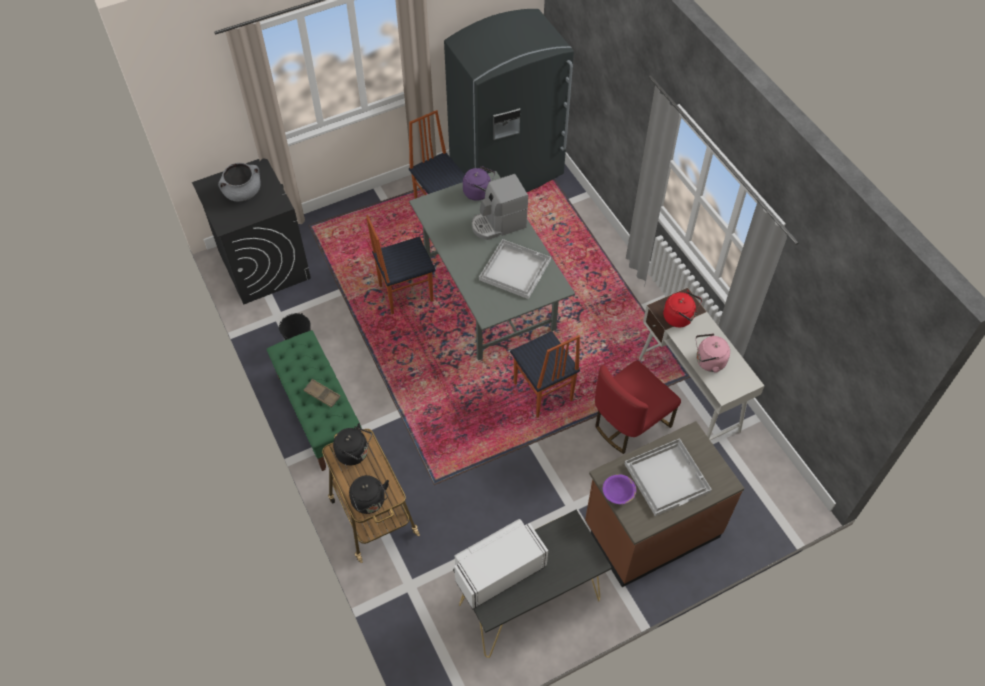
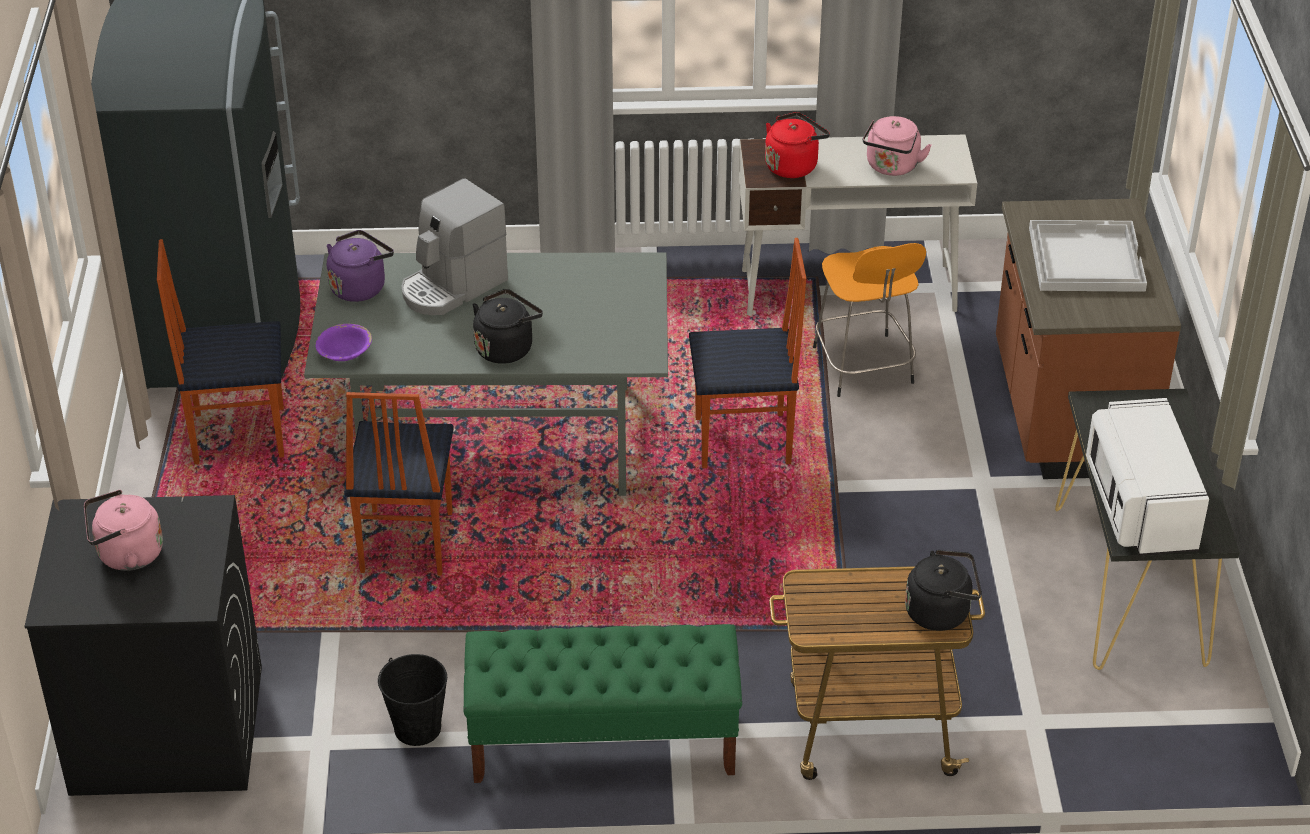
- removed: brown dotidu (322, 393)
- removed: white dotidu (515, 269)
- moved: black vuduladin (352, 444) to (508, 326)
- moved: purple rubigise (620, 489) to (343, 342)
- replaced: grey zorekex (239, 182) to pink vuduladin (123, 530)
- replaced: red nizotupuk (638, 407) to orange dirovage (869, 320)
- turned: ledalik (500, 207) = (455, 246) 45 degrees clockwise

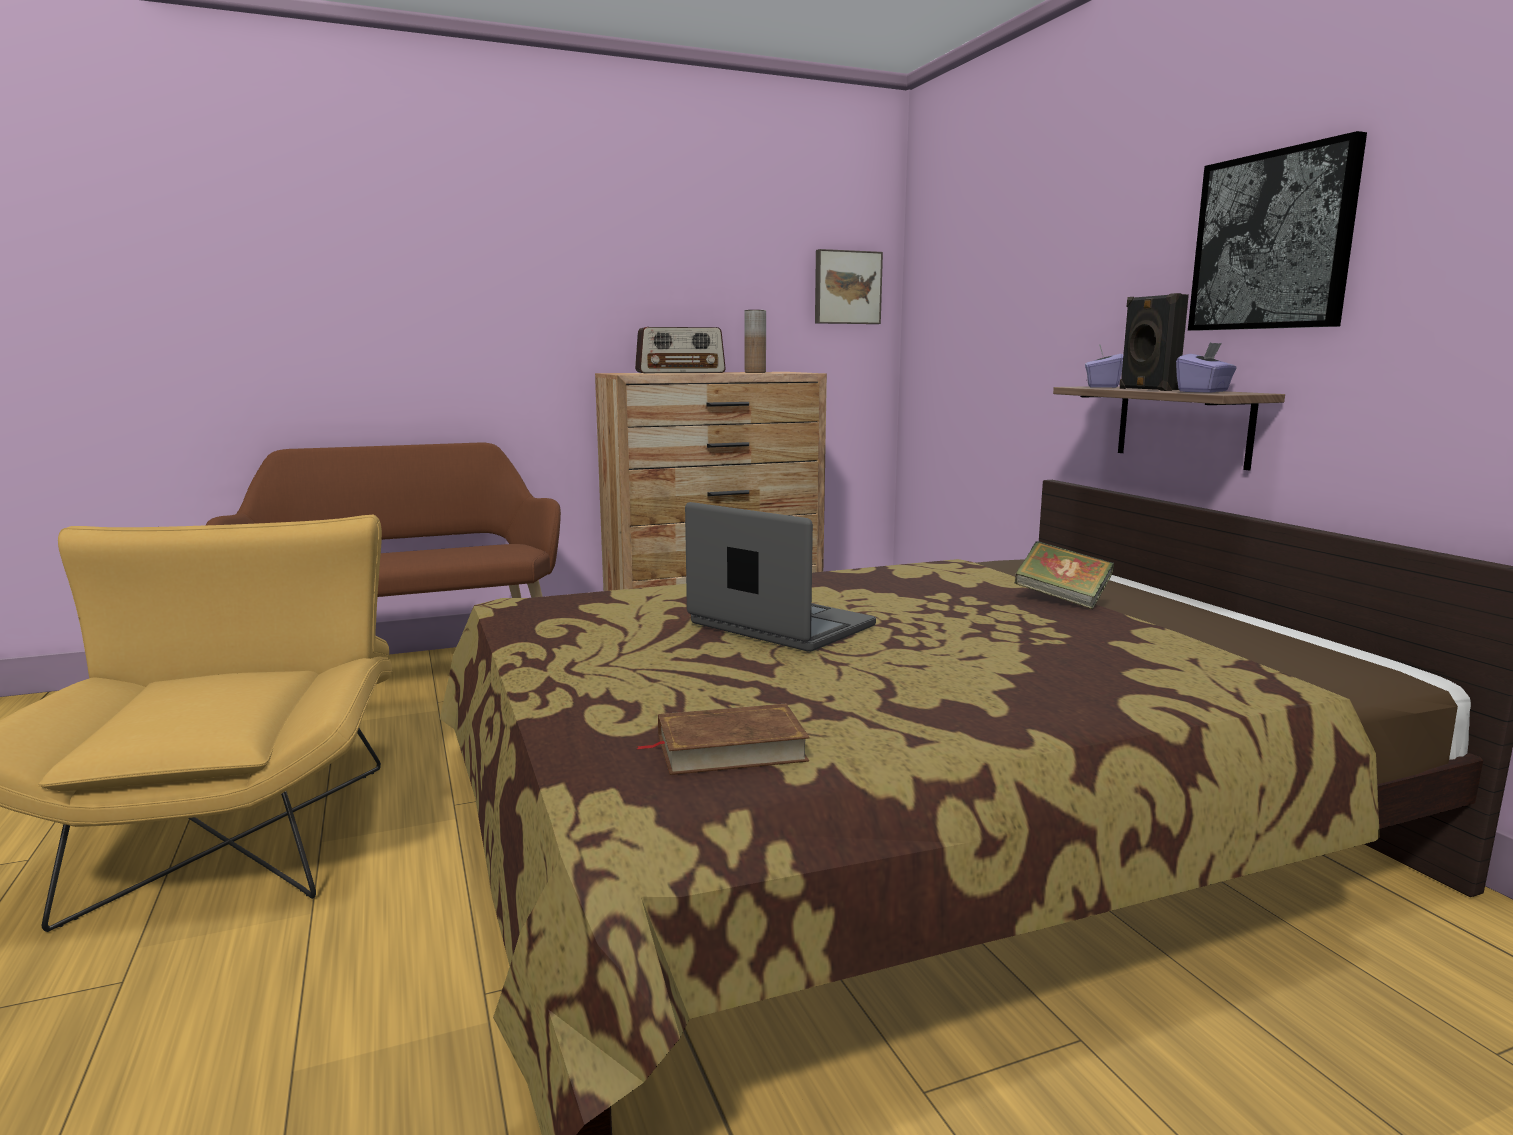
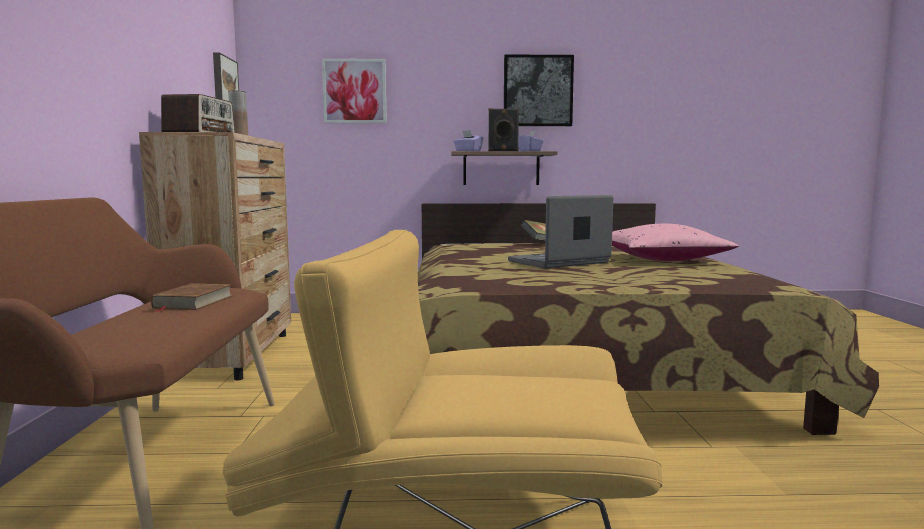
- added: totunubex (354, 91)
- added: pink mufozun (675, 242)
- moved: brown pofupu (723, 739) to (191, 297)

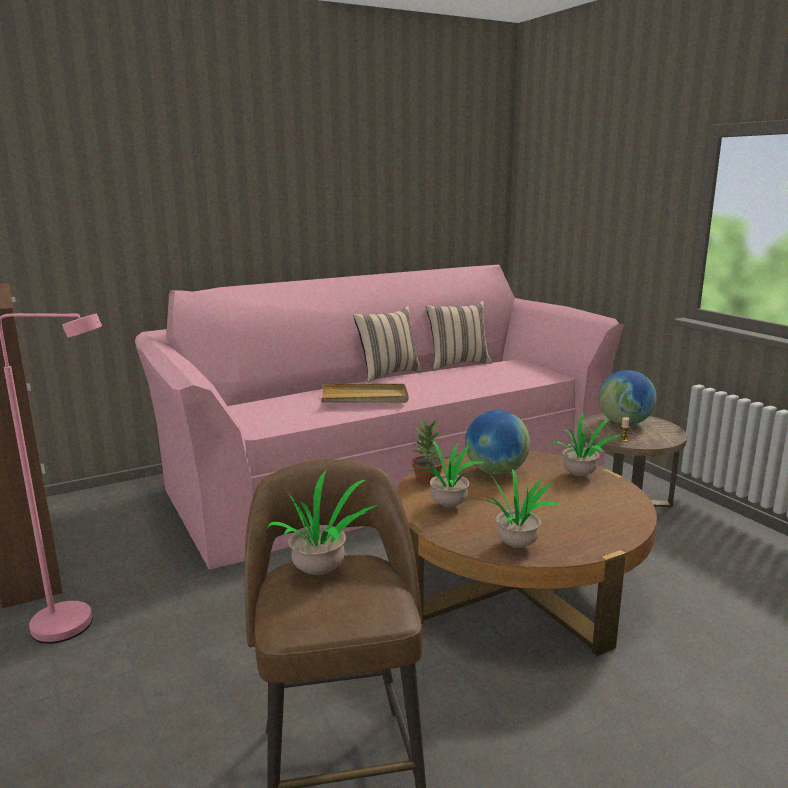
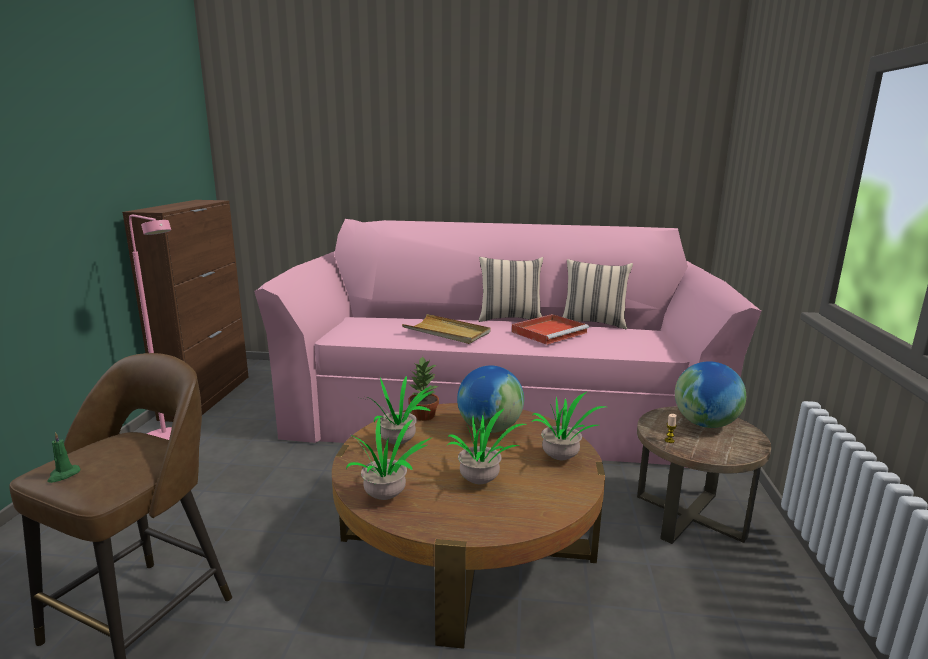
- added: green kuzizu (64, 457)
- added: red dotidu (550, 329)
- moved: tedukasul (322, 522) to (486, 446)

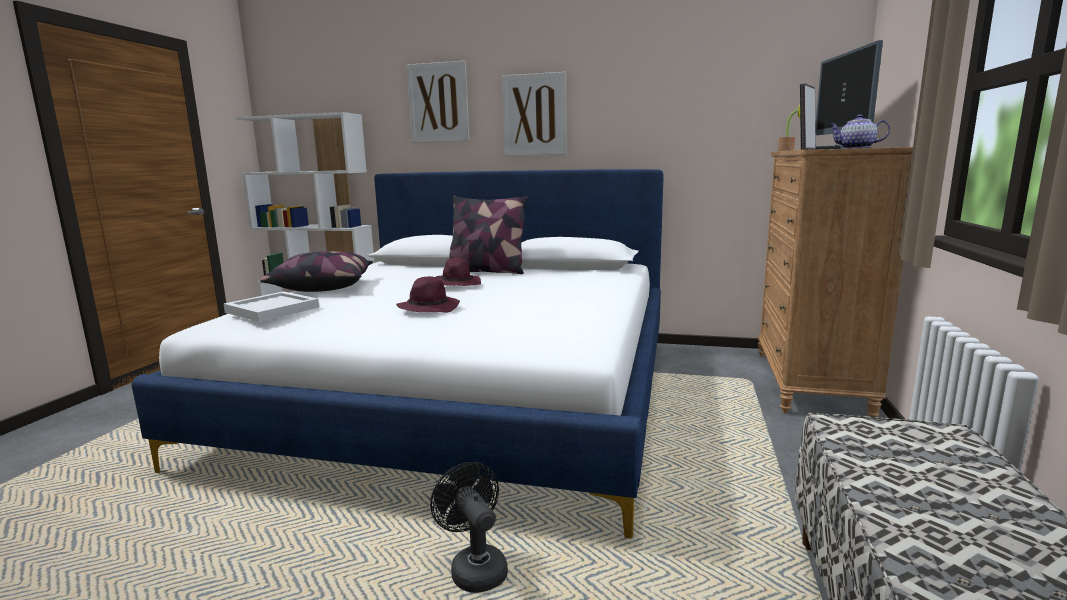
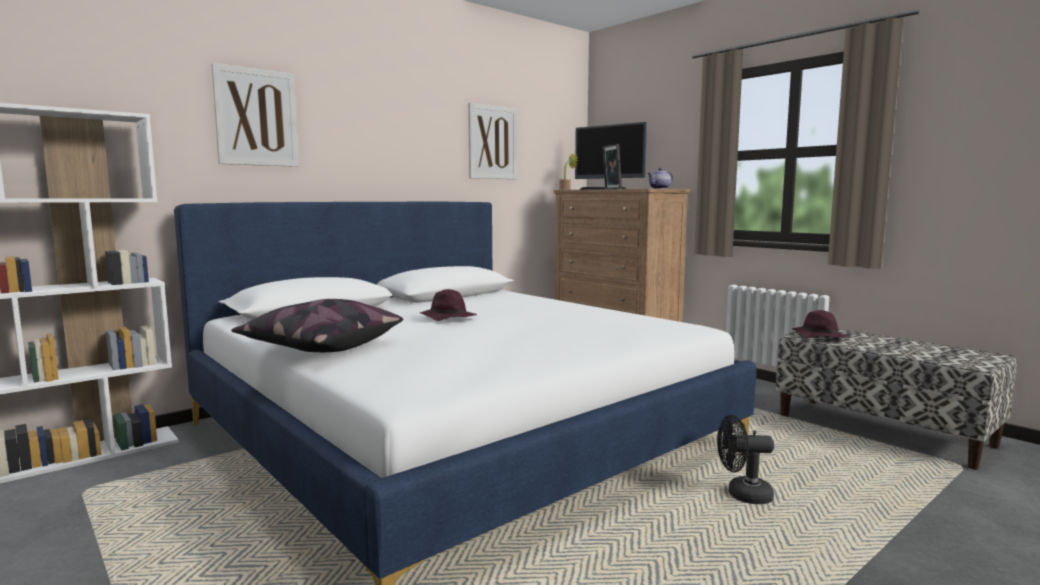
- removed: white dotidu (271, 306)
- removed: mufozun (488, 234)
- moved: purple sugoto (428, 294) to (820, 324)
- moved: totunubex (534, 114) to (492, 141)

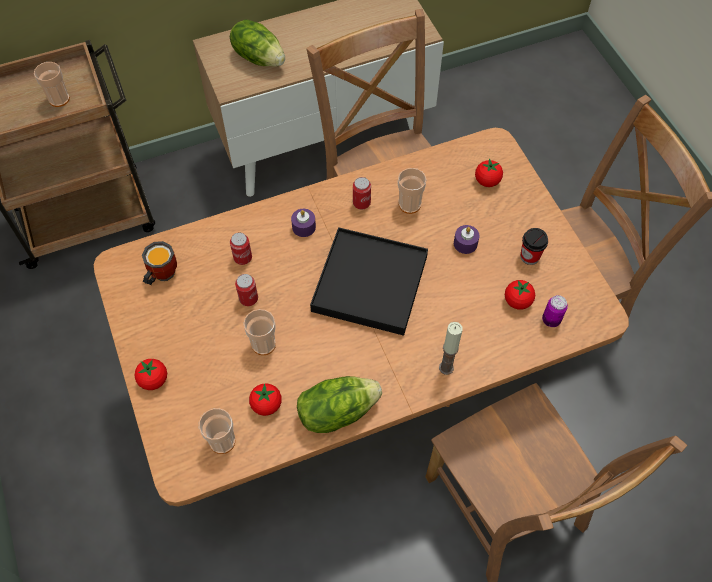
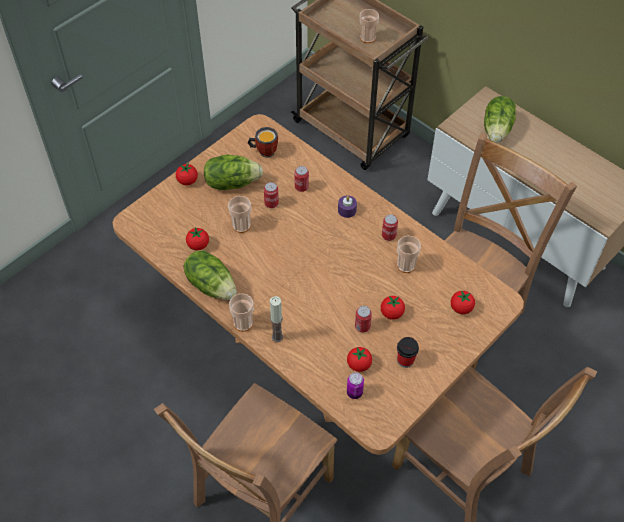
- removed: black dotidu (369, 281)
- added: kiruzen (233, 172)
- added: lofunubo (363, 319)
- moved: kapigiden (217, 431) to (241, 313)
- replaced: purple kuzizu (466, 239) to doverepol (393, 308)

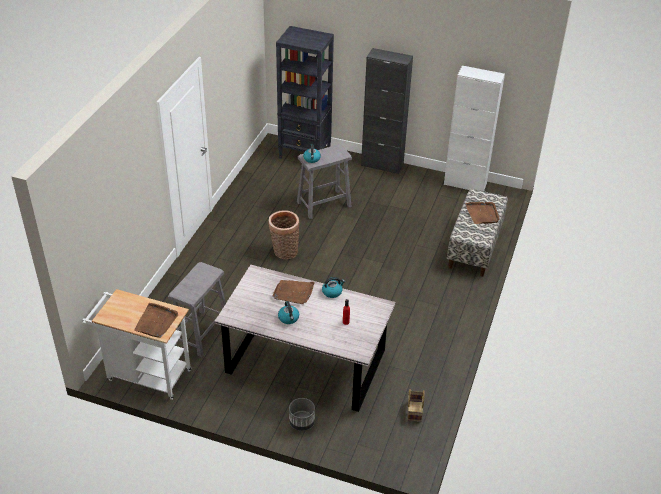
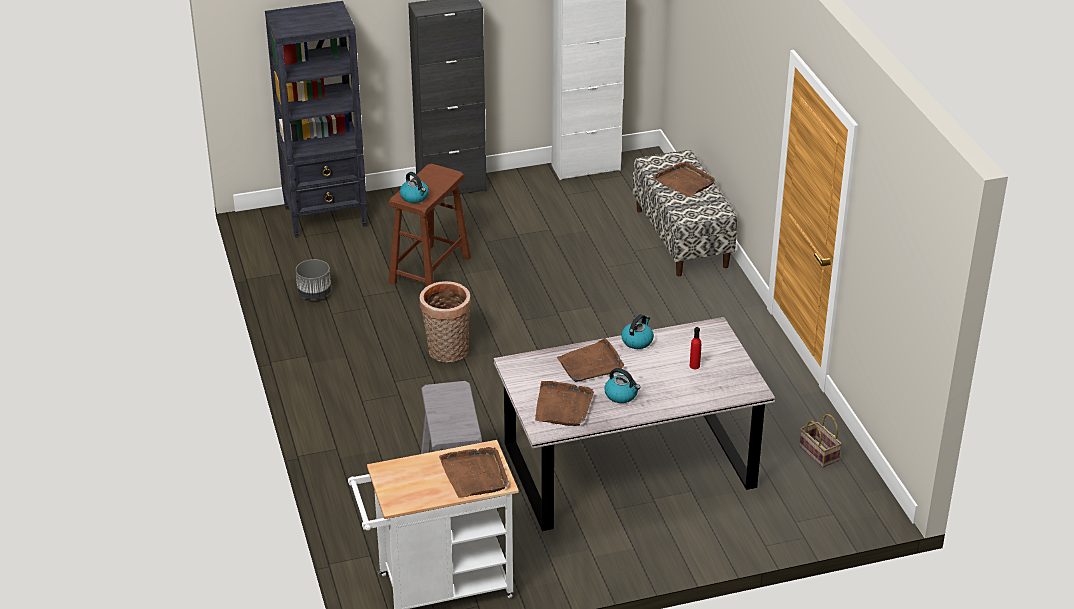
- added: brown dotidu (564, 403)
- moved: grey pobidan (302, 414) to (313, 279)
- recoloured: grey dirovage (324, 181) to brown dirovage (429, 225)

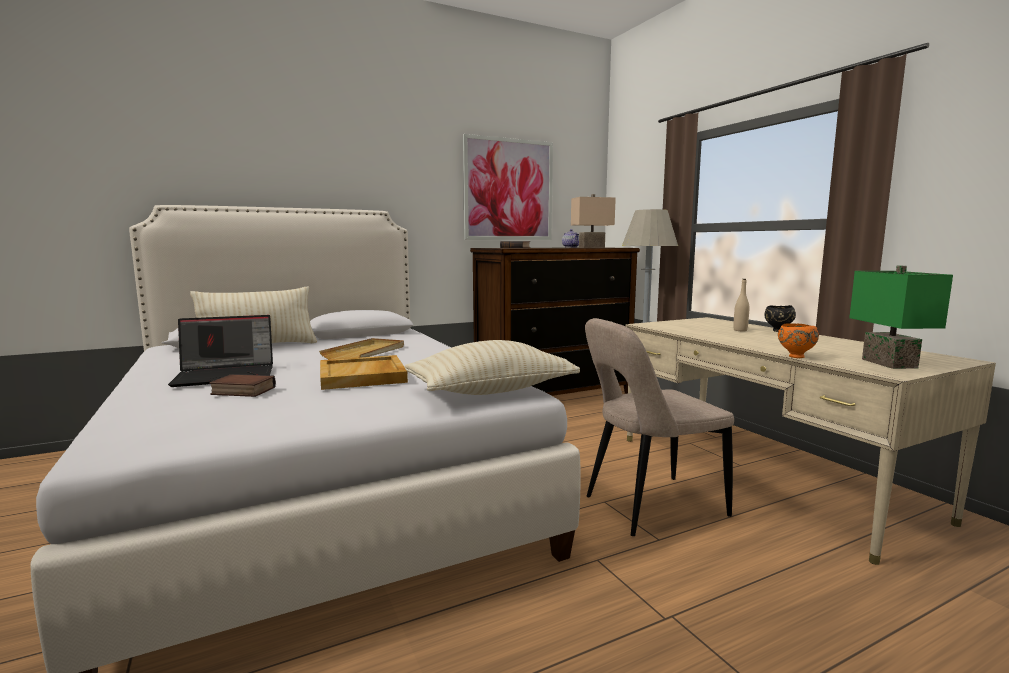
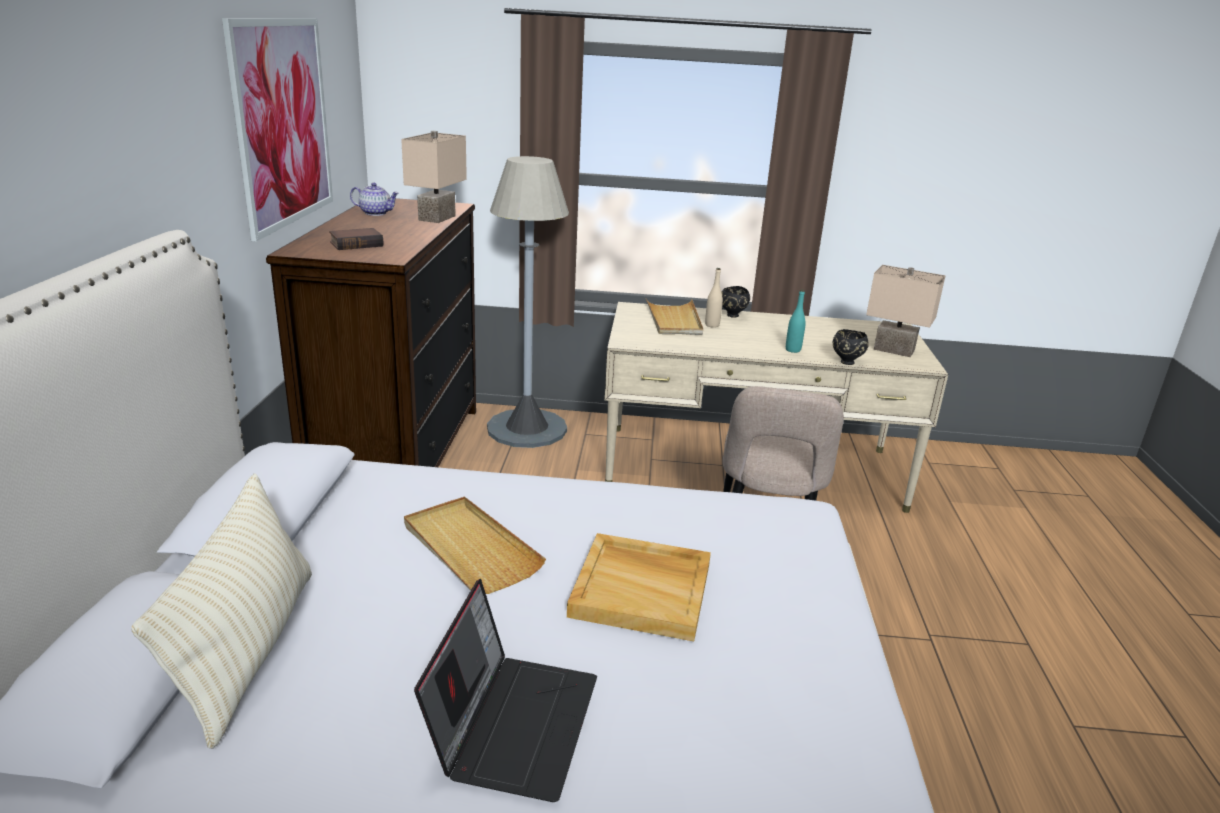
- removed: pofupu (242, 385)
- removed: beige mufozun (492, 367)
- added: beige dotidu (674, 317)
- added: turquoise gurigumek (796, 321)
- recoloured: orange rubigise (798, 341) to black rubigise (851, 347)
- recoloured: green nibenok (901, 317) to beige nibenok (906, 311)

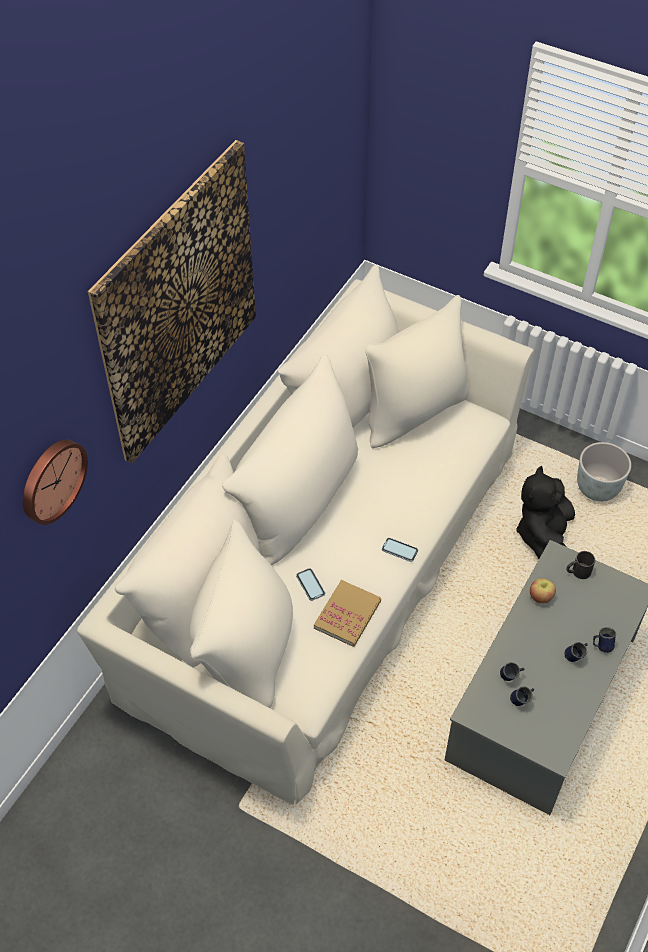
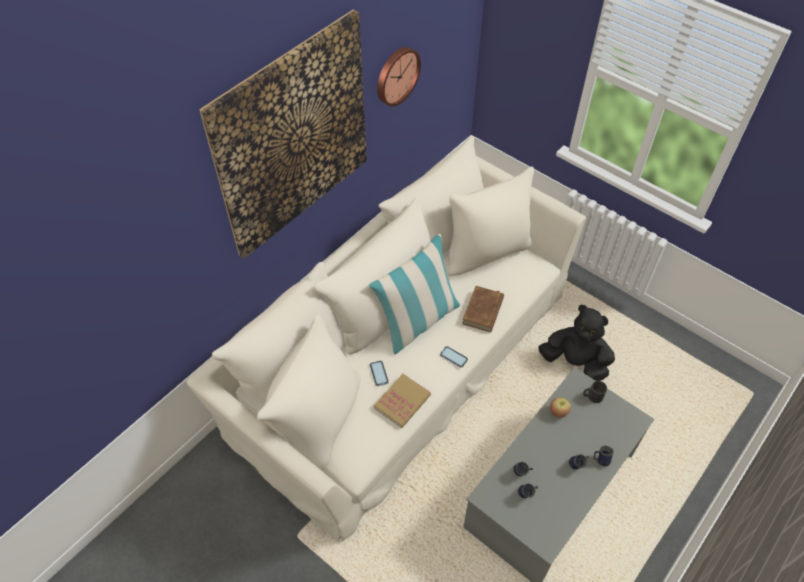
- removed: grey pobidan (604, 471)
- added: mufozun (414, 294)
- added: brown pofupu (483, 309)
- moved: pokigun (55, 482) to (399, 77)
- turned: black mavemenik (546, 512) = (576, 343) 90 degrees clockwise

